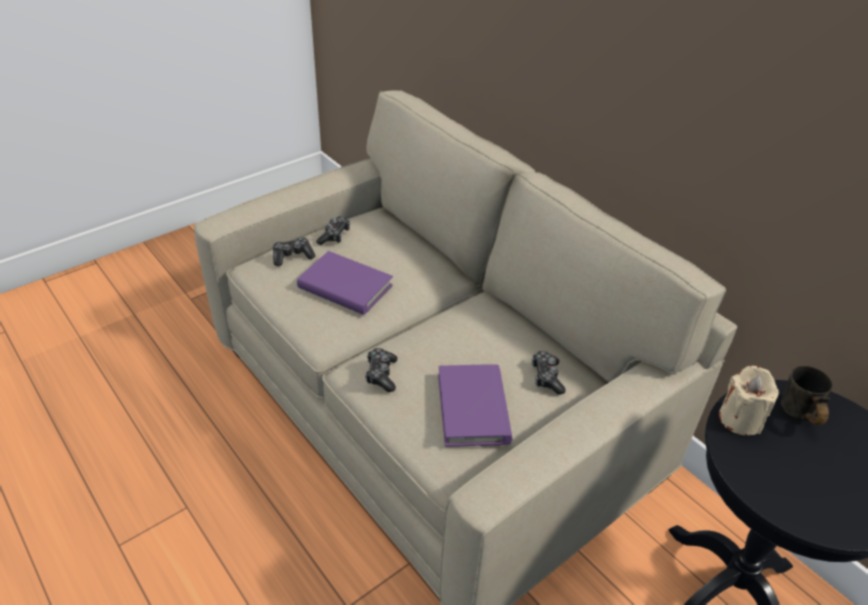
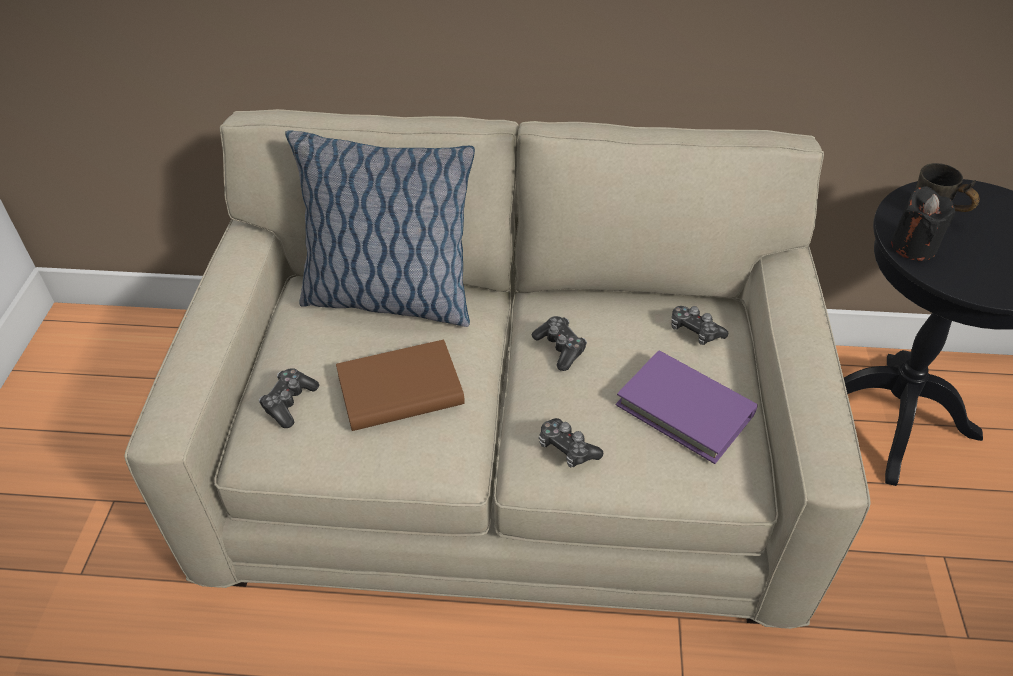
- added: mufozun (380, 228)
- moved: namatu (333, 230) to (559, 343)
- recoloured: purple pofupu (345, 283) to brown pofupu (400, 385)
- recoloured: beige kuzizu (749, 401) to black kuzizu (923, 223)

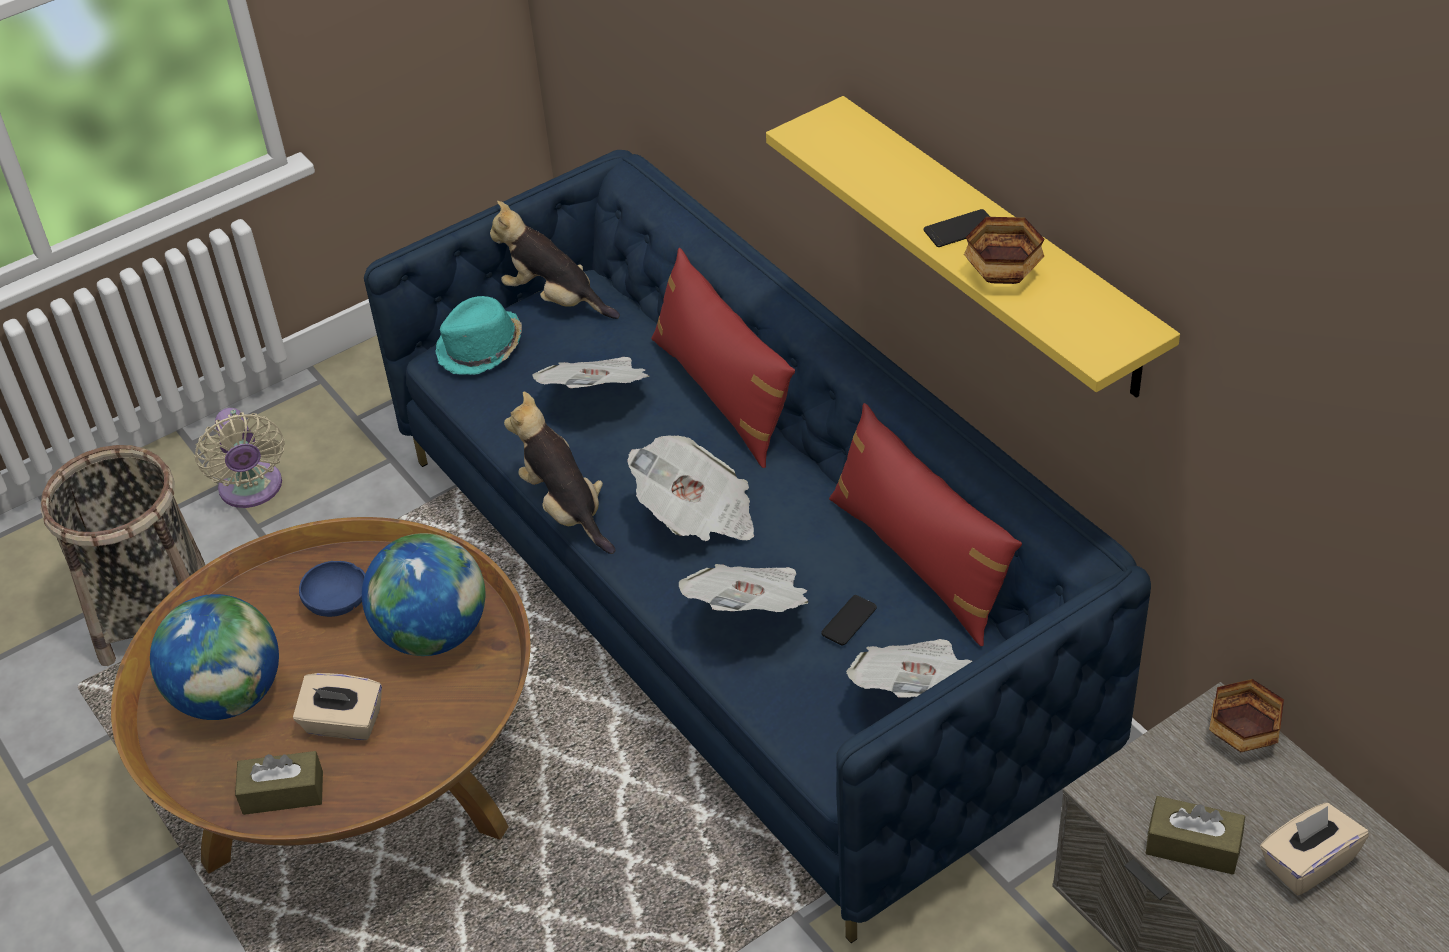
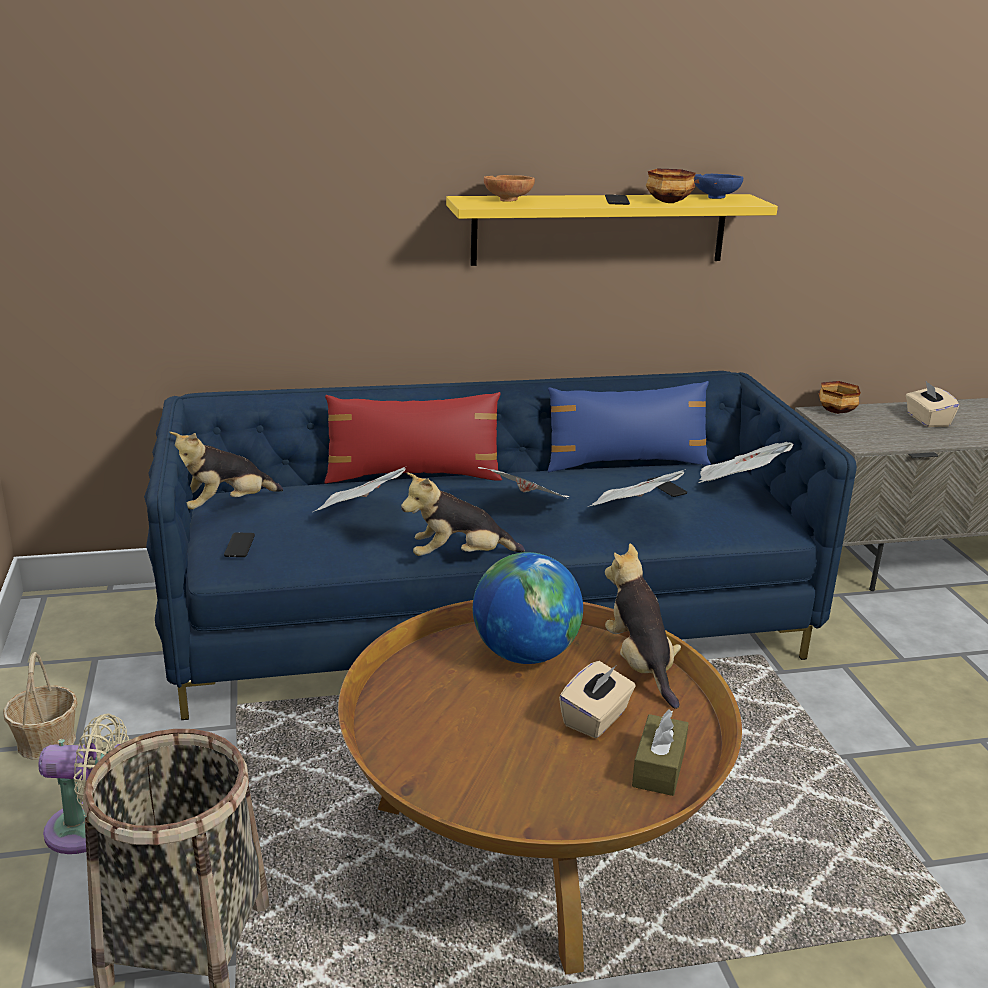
- removed: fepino (214, 657)
- removed: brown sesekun (1195, 835)
- added: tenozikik (40, 706)
- added: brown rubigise (509, 188)
- added: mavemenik (643, 626)
- moved: blue rubigise (332, 589) to (718, 186)
- replaced: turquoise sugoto (478, 335) to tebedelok (239, 545)
- recoloured: red mufozun (925, 524) to blue mufozun (629, 426)

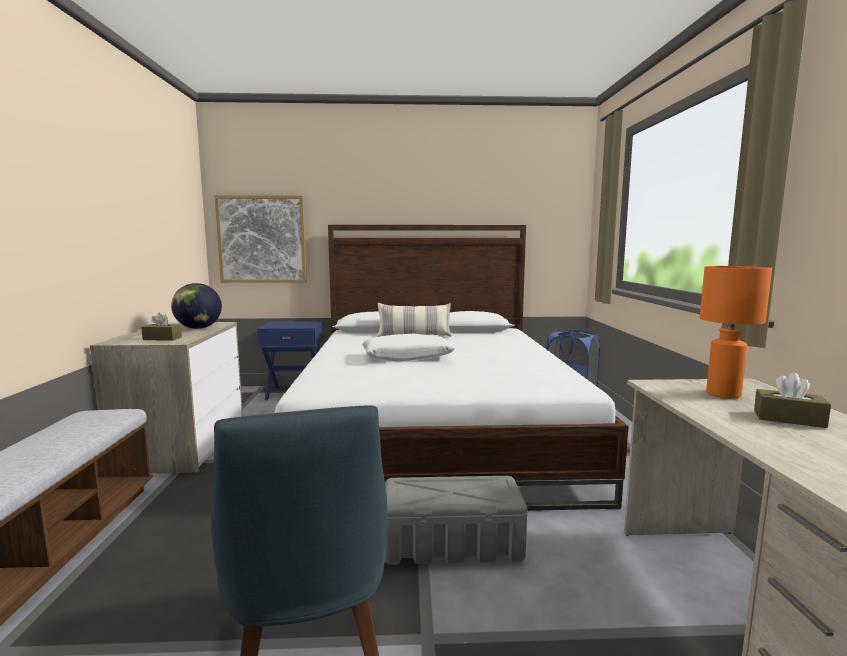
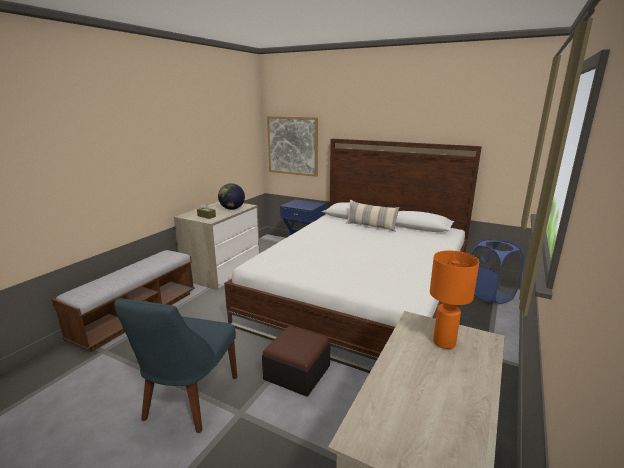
- removed: white mufozun (408, 348)
- removed: brown sesekun (792, 400)
- replaced: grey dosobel (456, 520) to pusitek (296, 361)

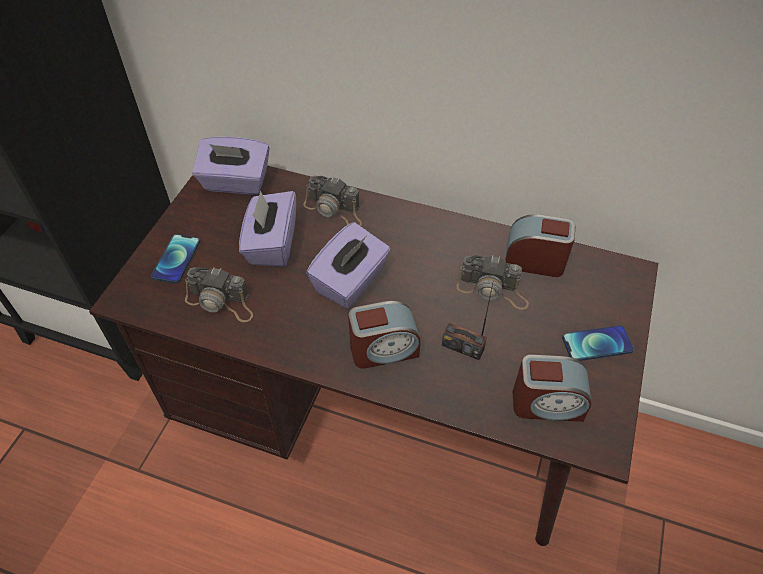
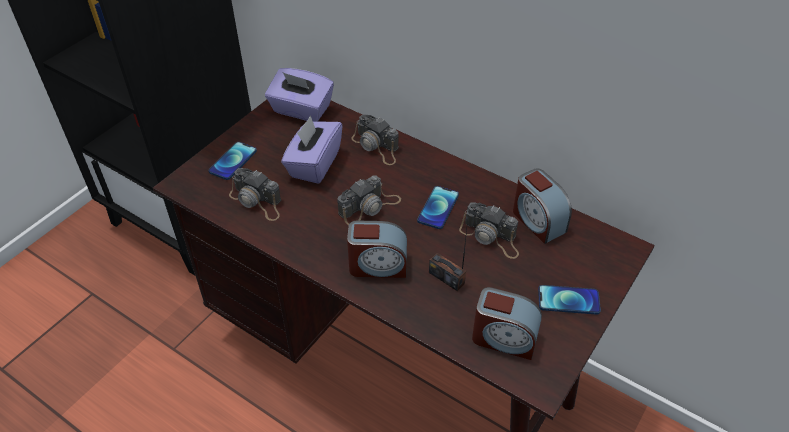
- added: tebedelok (438, 207)
- replaced: purple sesekun (348, 265) to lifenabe (369, 200)
- turned: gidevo (540, 245) = (542, 206) 150 degrees counterclockwise

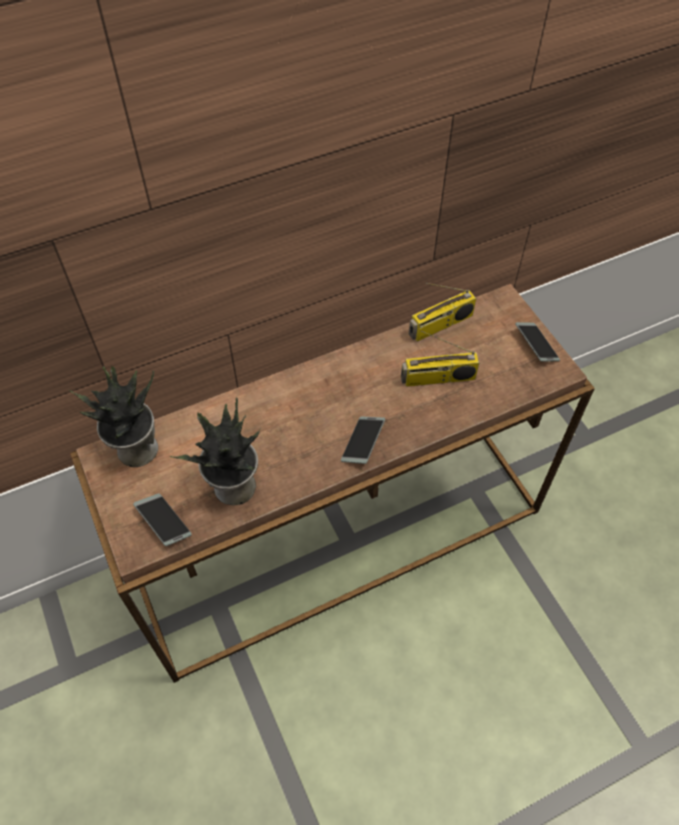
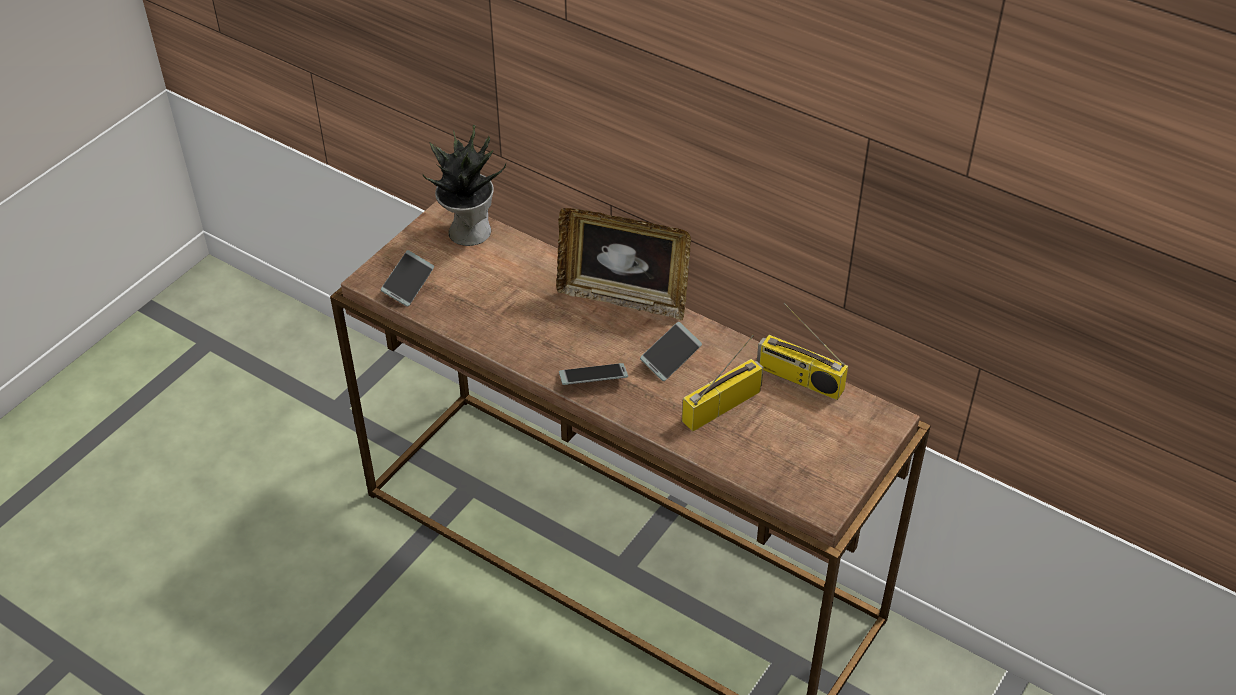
- removed: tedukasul (215, 451)
- added: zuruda (623, 264)
- moved: tebedelok (537, 342) to (671, 351)
- turned: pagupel (440, 359) = (723, 383) 90 degrees clockwise

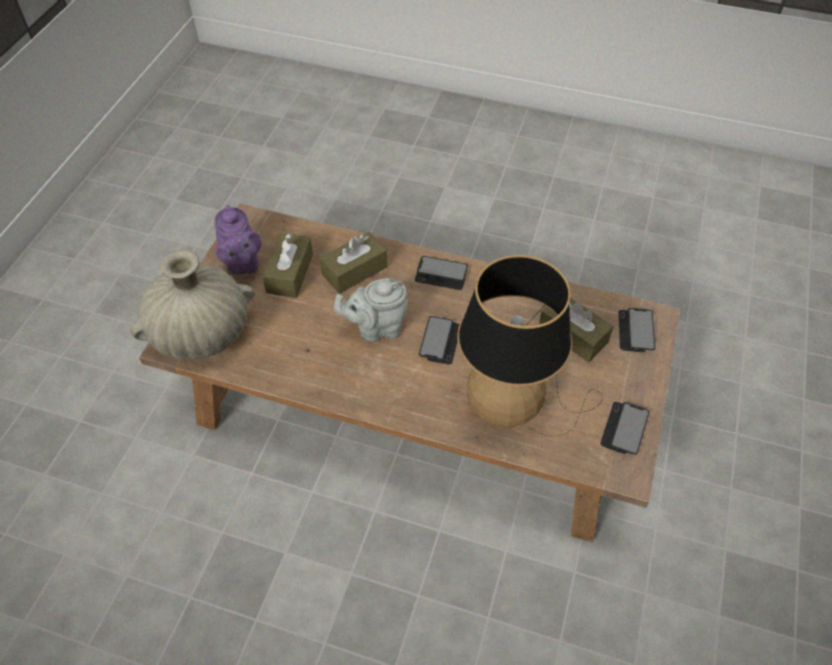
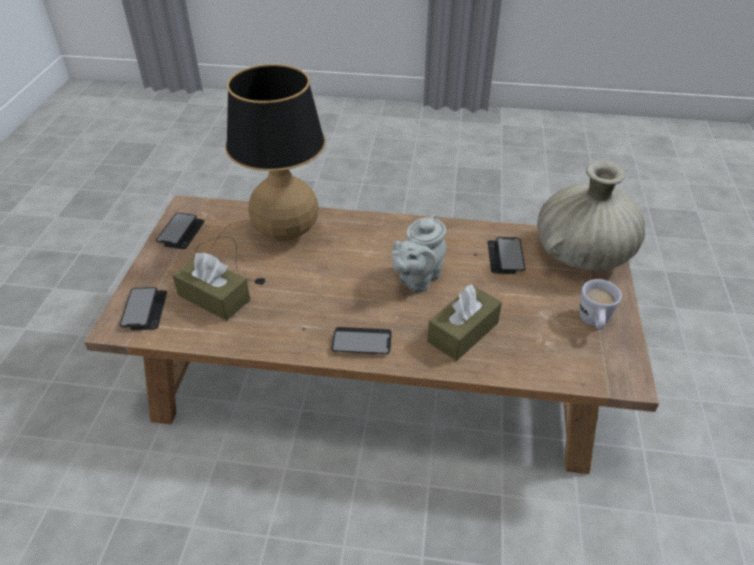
- removed: brown sesekun (287, 265)
- moved: tebedelok (439, 340) to (507, 255)
- replaced: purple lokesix (237, 240) to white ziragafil (600, 304)
- turned: grey lokesix (371, 310) = (419, 253) 150 degrees clockwise

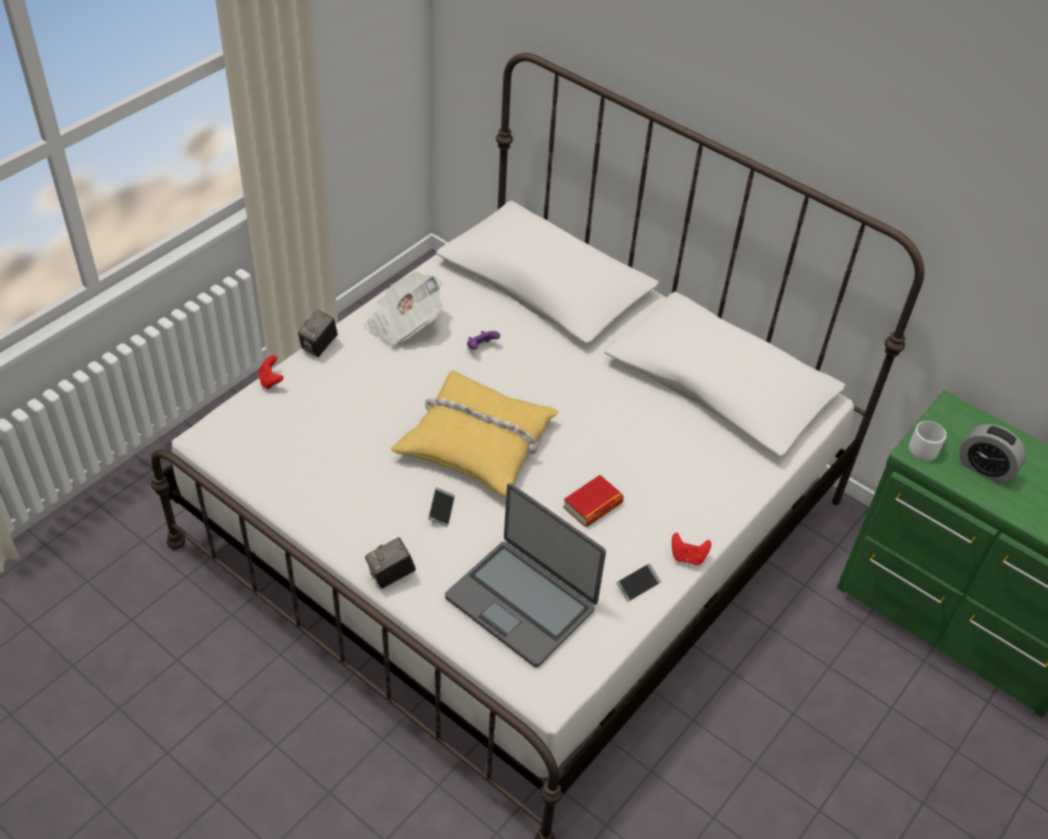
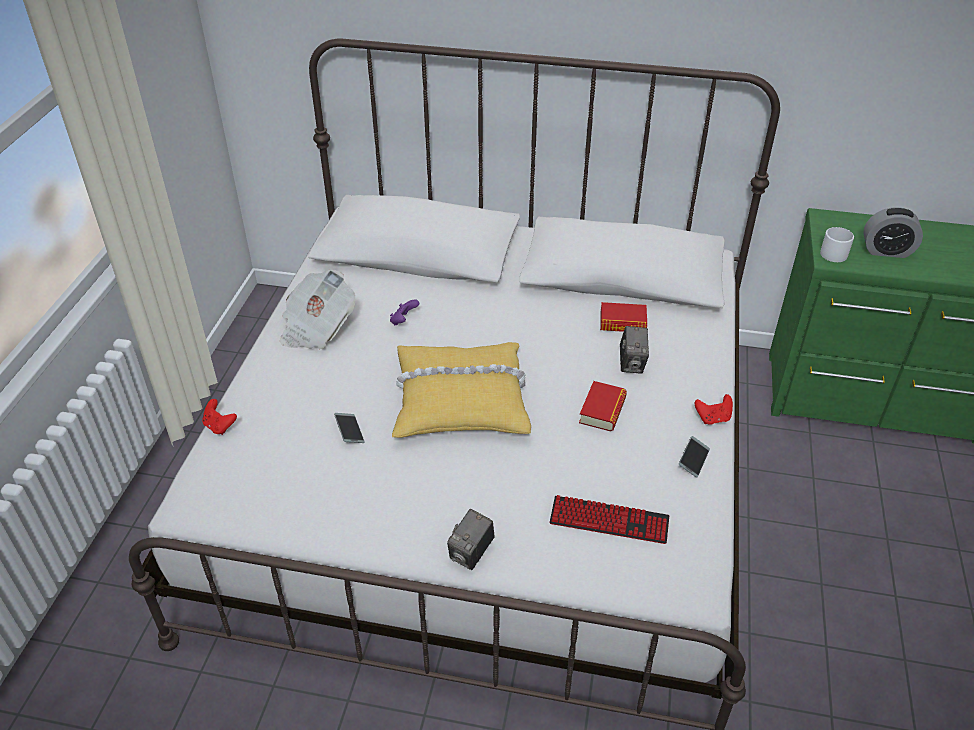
- added: pofupu (623, 317)
- moved: lifenabe (318, 333) to (634, 350)
- moved: tebedelok (441, 507) to (349, 428)
- replaced: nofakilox (525, 575) to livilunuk (609, 519)

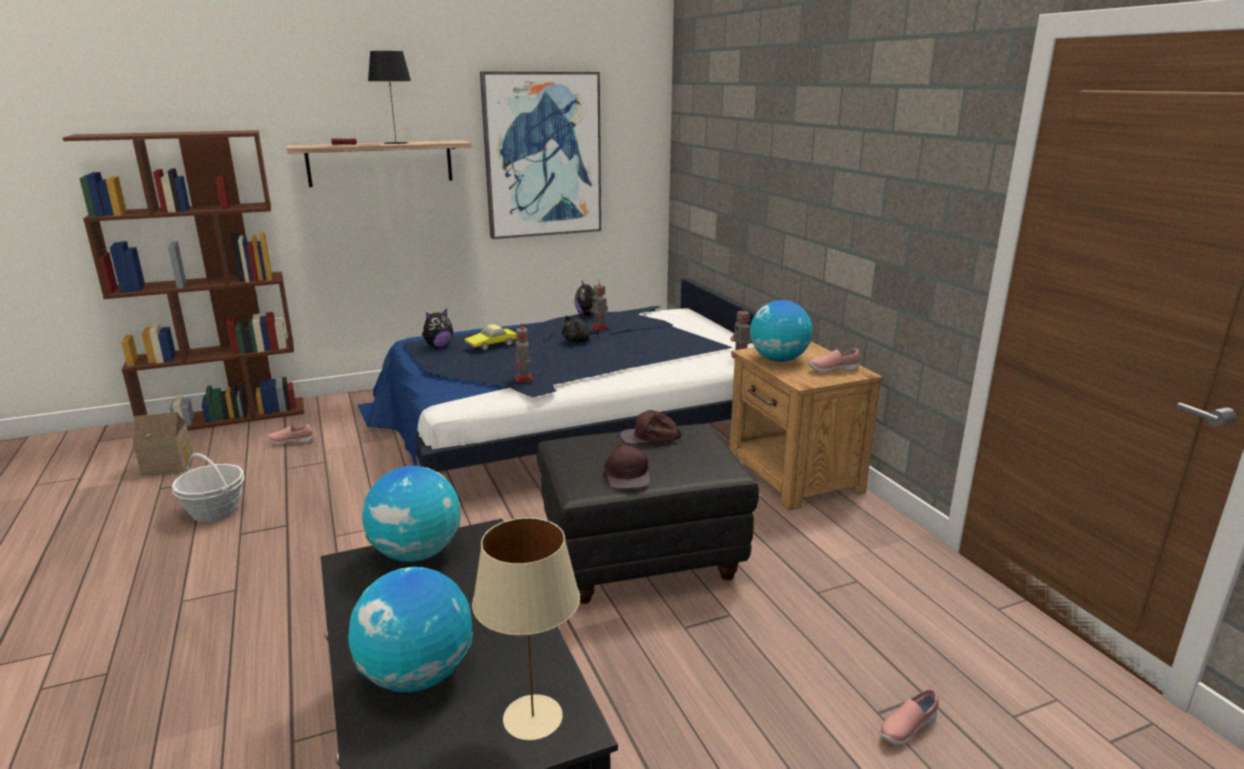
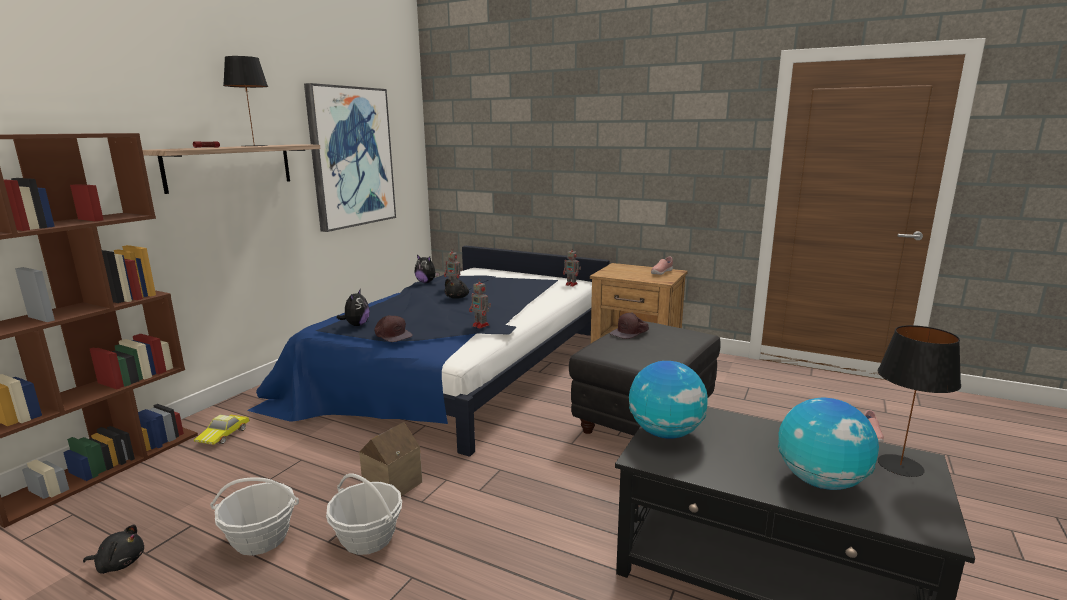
- removed: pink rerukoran (290, 434)
- removed: fepino (781, 331)
- added: black mavemenik (113, 549)
- added: tenozikik (364, 514)
- moved: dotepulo (163, 444) to (390, 459)
- moved: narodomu (490, 337) to (222, 430)
- moved: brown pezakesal (627, 466) to (393, 328)
- recoloured: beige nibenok (526, 629) to black nibenok (919, 401)

